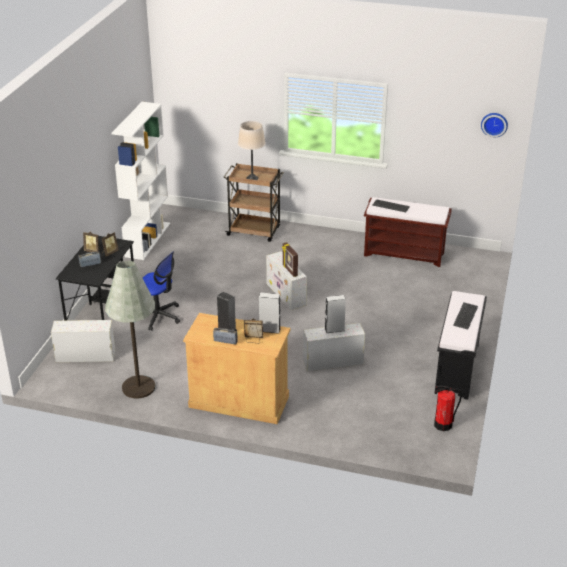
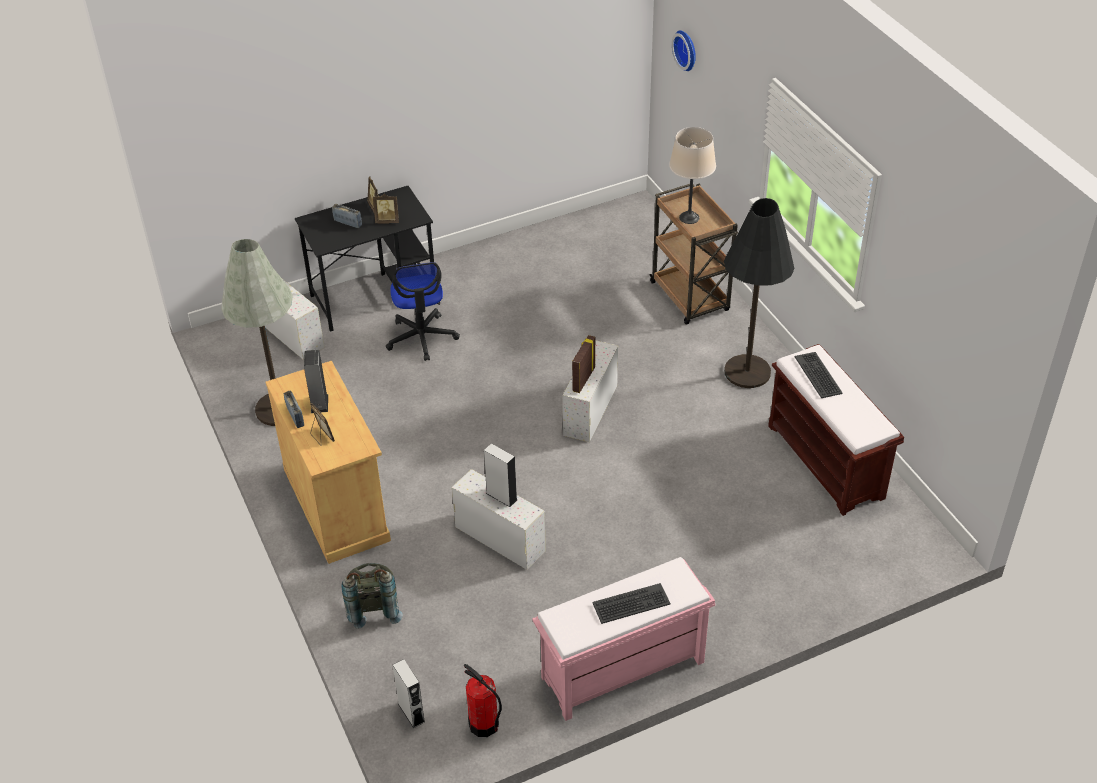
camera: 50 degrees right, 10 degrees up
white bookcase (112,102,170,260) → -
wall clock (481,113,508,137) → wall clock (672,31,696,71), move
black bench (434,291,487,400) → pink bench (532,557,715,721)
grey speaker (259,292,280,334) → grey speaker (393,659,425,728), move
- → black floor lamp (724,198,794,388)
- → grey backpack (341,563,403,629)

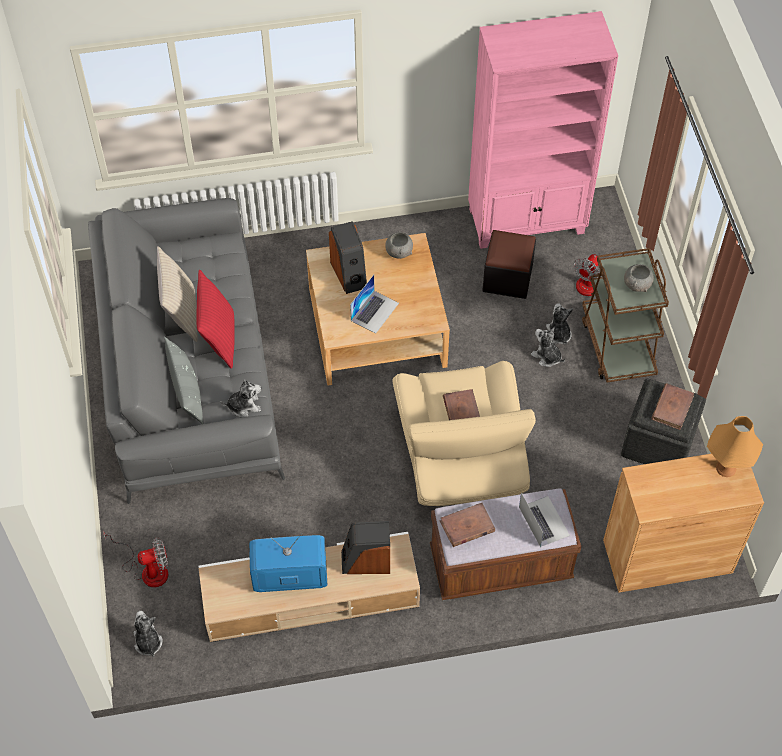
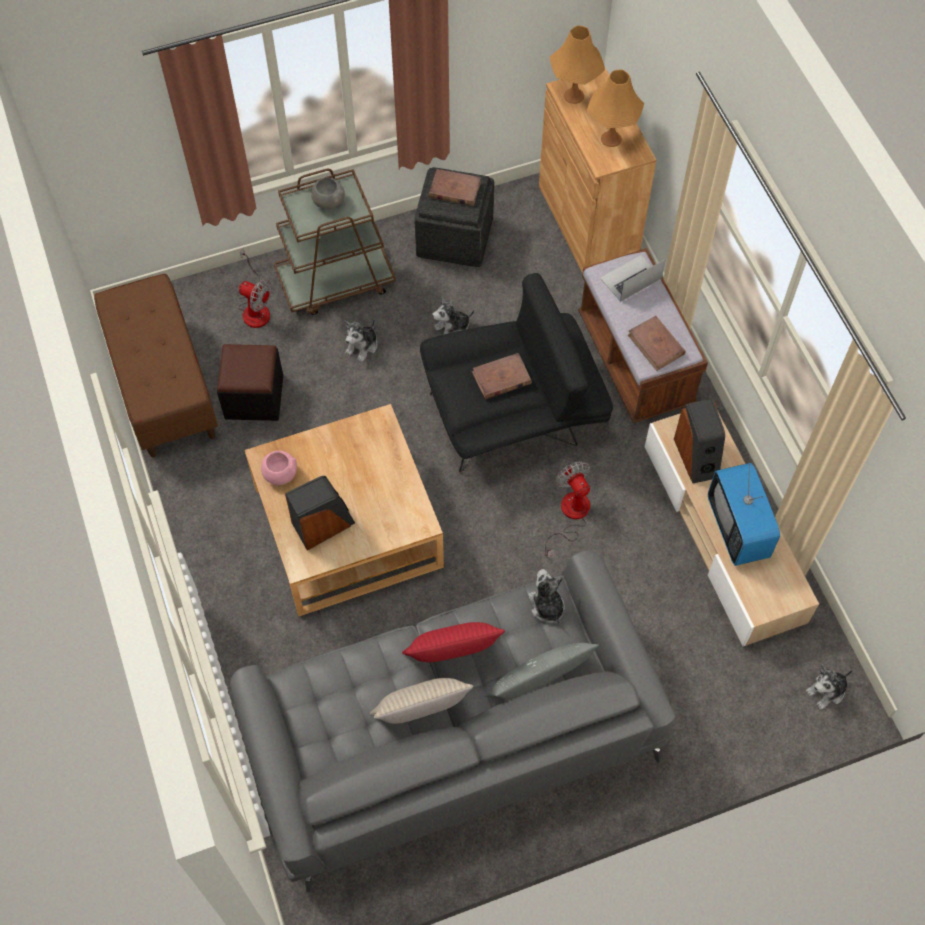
camera: 100 degrees left, 5 degrees up
pink bookcase (468,11,618,249) → brown bench (94,274,218,457)
grey bowl (385,232,413,259) → pink bowl (261,450,297,485)
laptop (350,275,399,334) → -
plush toy (546,303,573,344) → plush toy (432,296,474,334), move
beige armchair (392,361,536,506) → black armchair (420,273,613,472)
fan (103,531,169,587) → fan (545,461,590,557), move
- → orange table lamp (587,70,644,147)

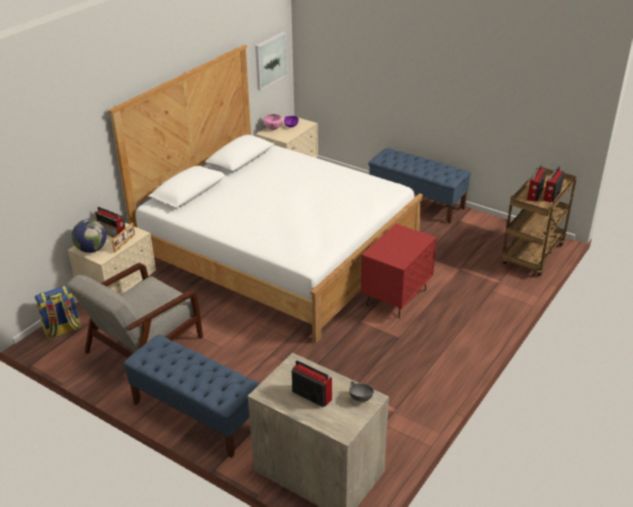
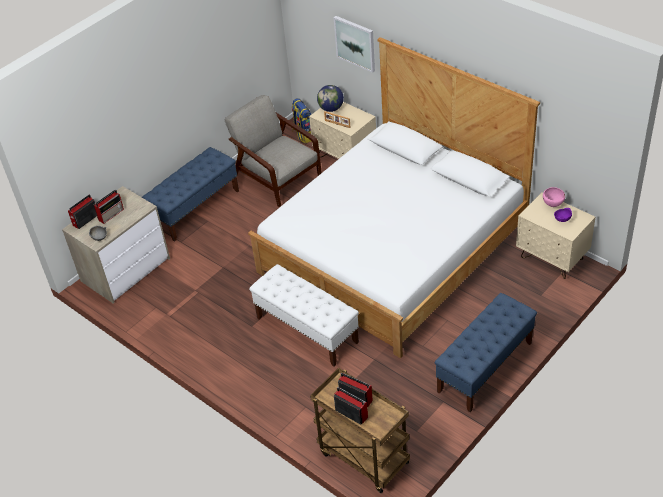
camera: 100 degrees right, 10 degrees up
picture (255,32,287,91) → picture (333,16,375,73), move
radio (95,207,125,238) → radio (68,194,97,229), move
red nightstand (361,224,437,319) → white bench (249,264,359,366)

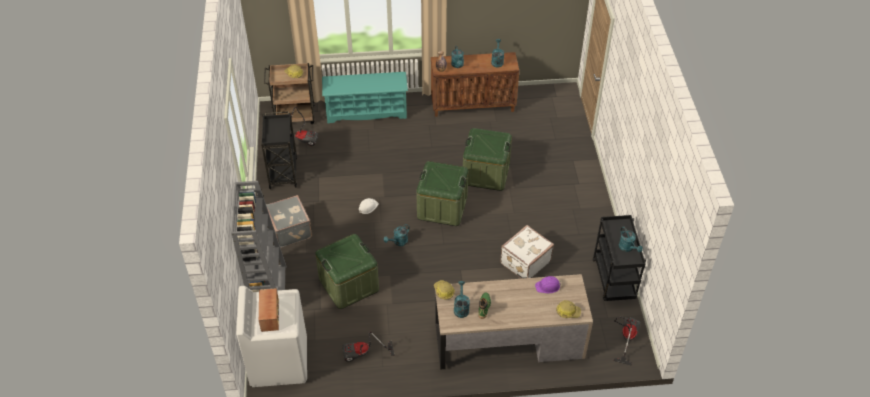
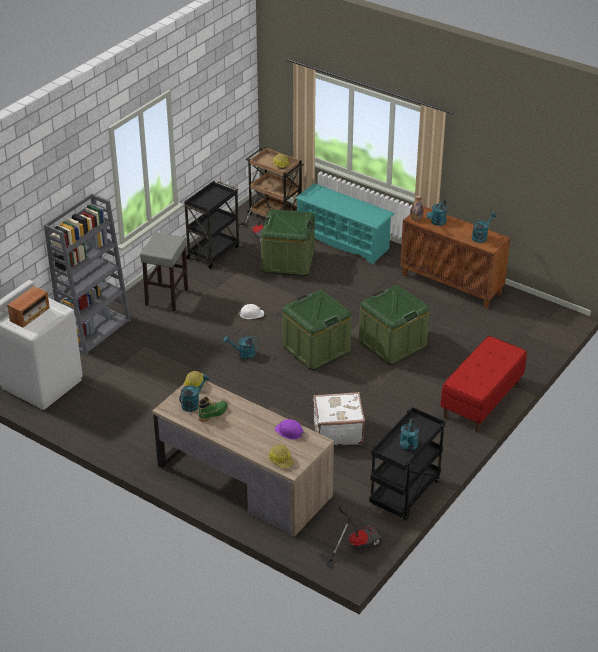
camera: 40 degrees right, 10 degrees down
grey suitcase (266,195,312,248) → grey stool (140,232,188,311)
green storage box (315,234,379,309) → green storage box (261,209,315,276), move
vacuum cleaner (342,331,395,362) → -
- → red bench (441,336,527,432)

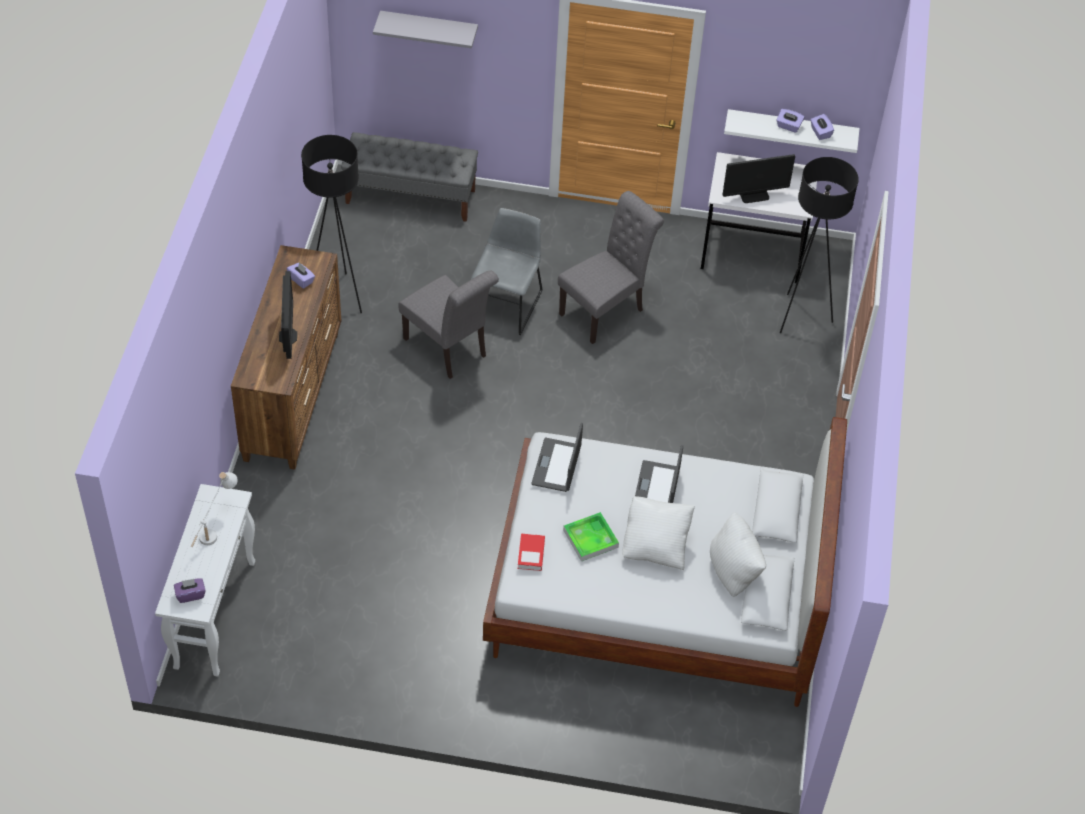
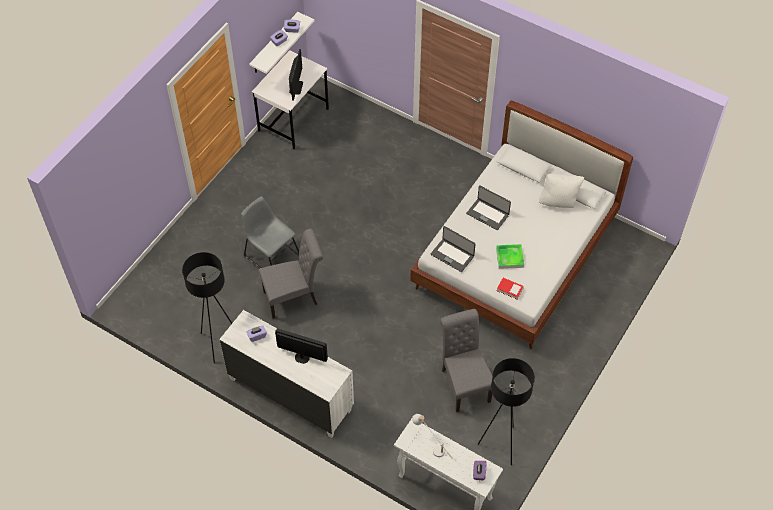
camera: 65 degrees left, 5 degrees up
grey shelf (373,11,478,49) → -
grey bench (341,132,478,222) → -
black floor lamp (780,157,859,333) → black floor lamp (478,358,535,465), move
grey chair (558,191,664,344) → grey chair (440,309,496,412), move
brown dresser (231,245,342,470) → white dresser (219,310,354,438)
white pillow (622,496,695,570) → -

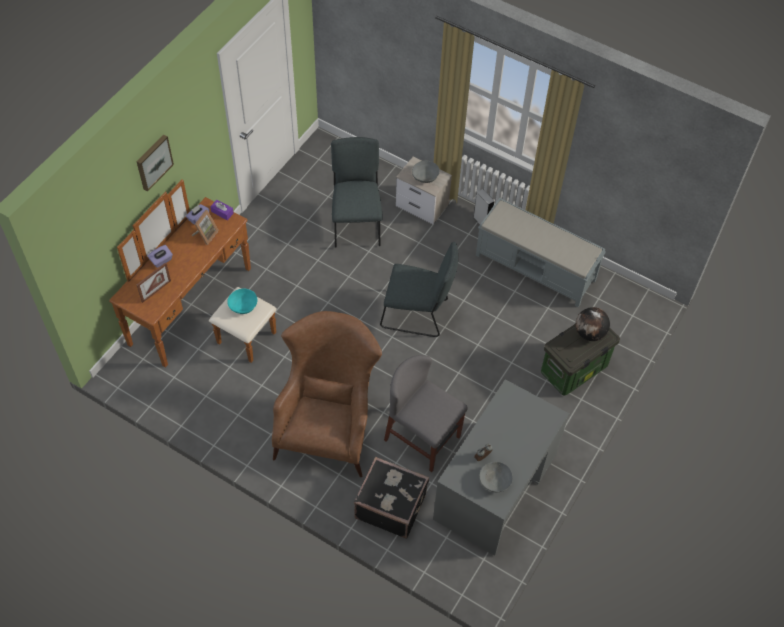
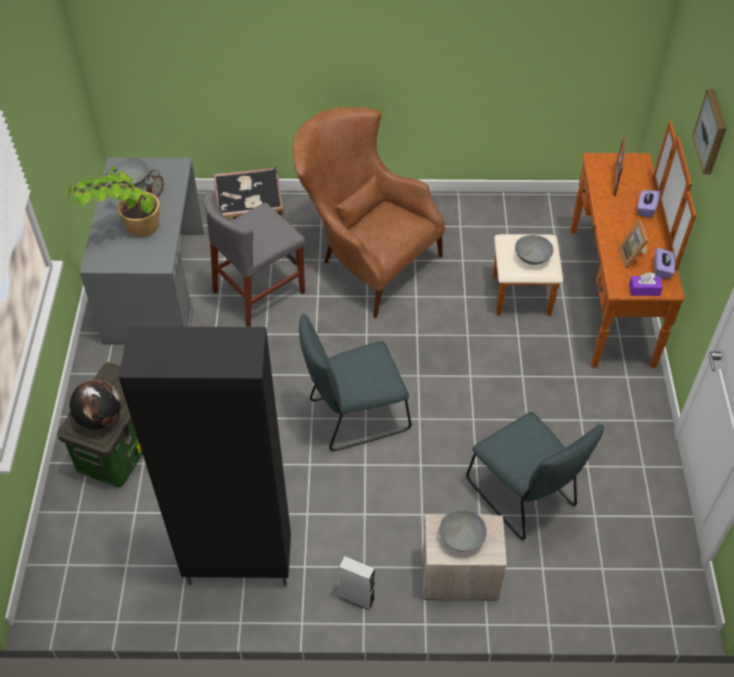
camera: 150 degrees right, 5 degrees down
grey bench (476,198,606,307) → black cabinet (119,326,291,586)
turquoise bowl (227,288,257,314) → grey bowl (515,235,554,265)
brown armchair (272,311,382,477) → brown armchair (293,107,445,318), 150 degrees clockwise
grey chair (384,355,467,472) → grey chair (203,191,306,327), 135 degrees clockwise
- → potted plant (68,166,160,237)

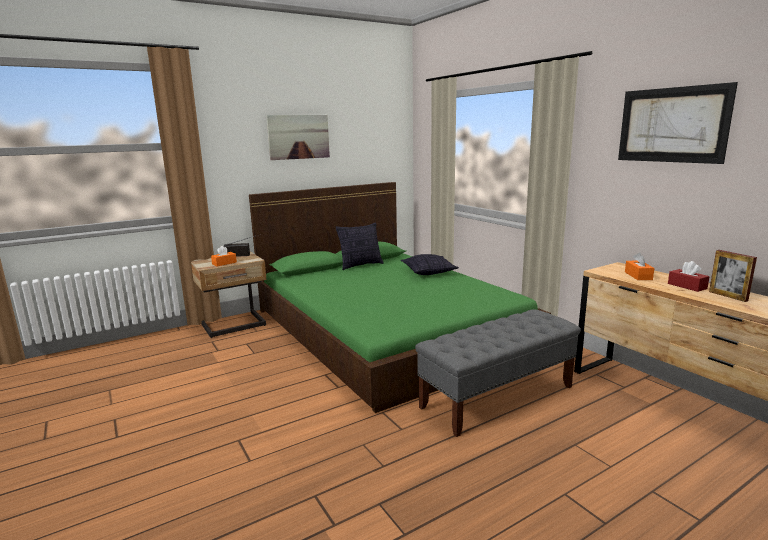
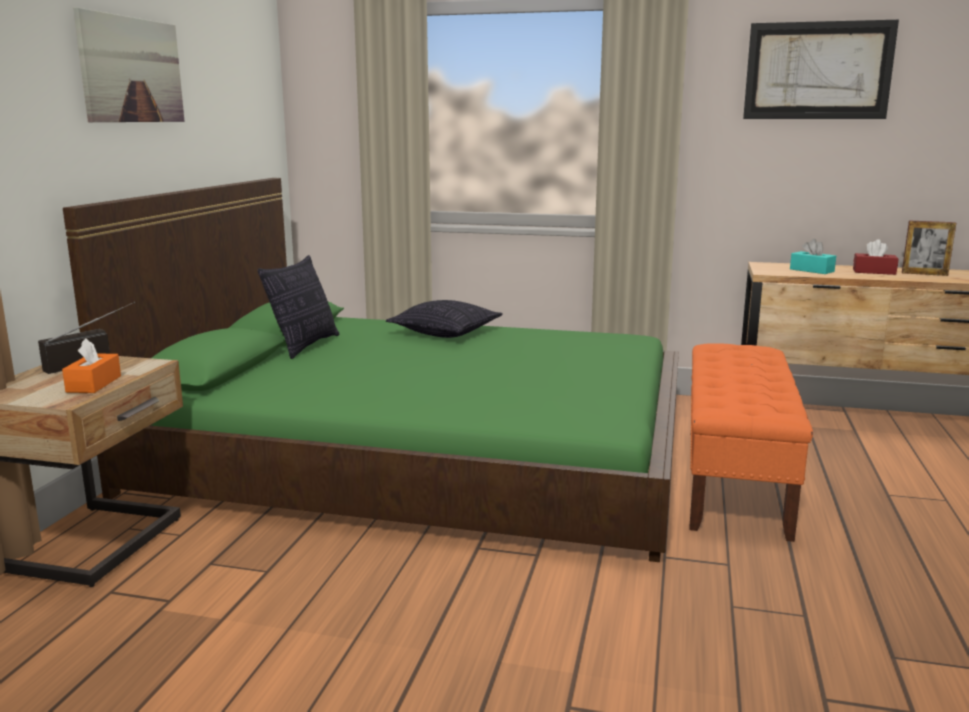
camera: 45 degrees left, 0 degrees up
orange tissue box (625,253,654,280) → turquoise tissue box (790,239,836,274)
grey bench (415,310,581,437) → orange bench (689,343,813,542)

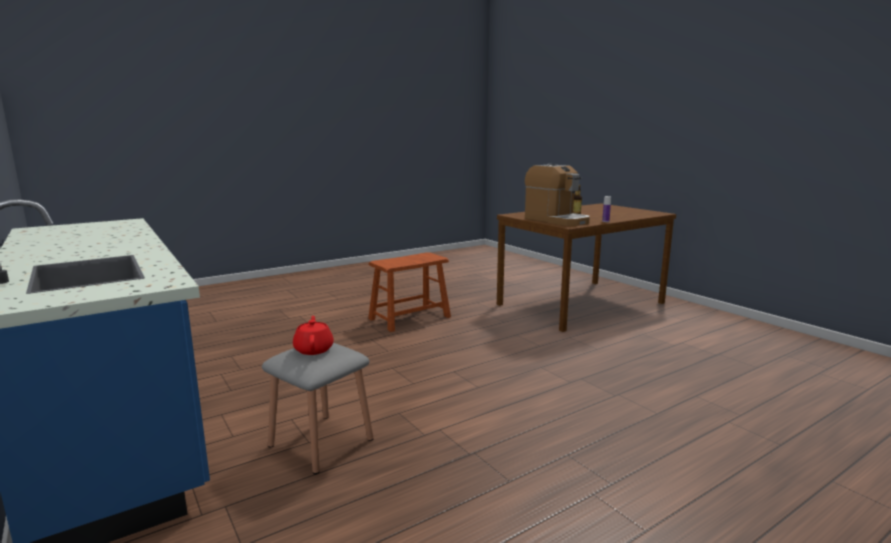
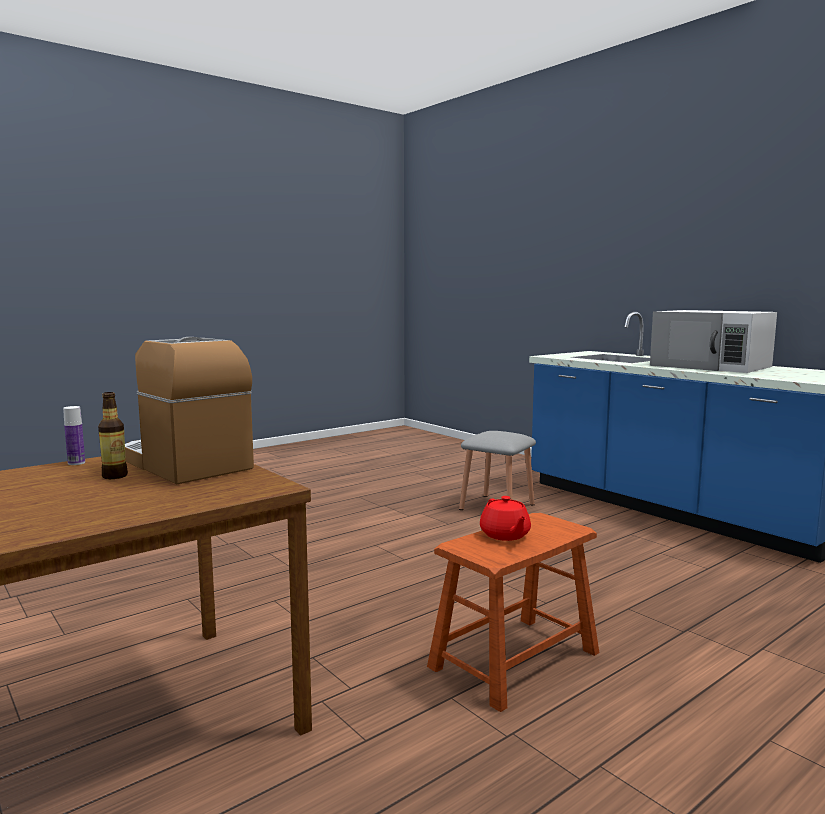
camera: 175 degrees right, 5 degrees down
red teapot (293,316,334,355) → red teapot (480,496,531,541), move
- → white microwave (650,310,777,373)

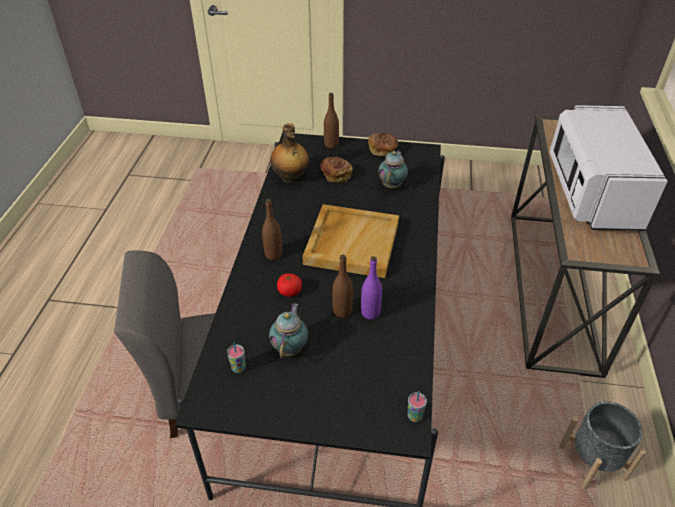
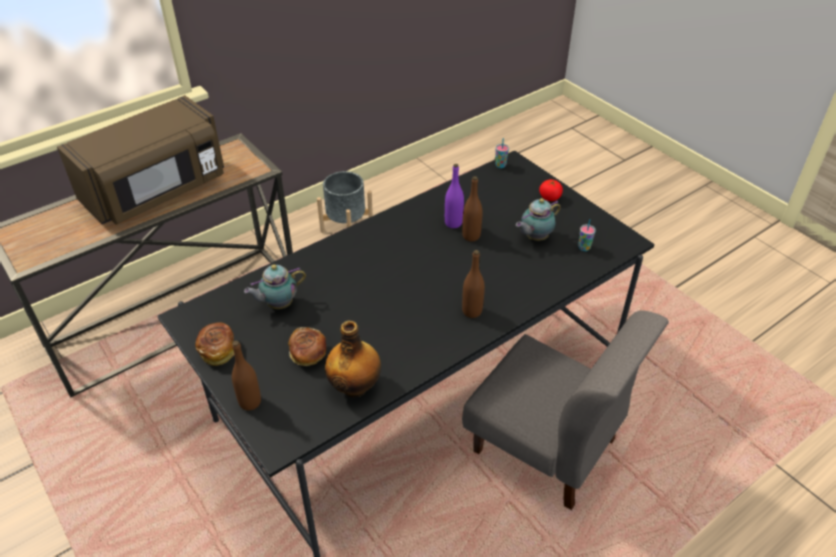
camera: 135 degrees left, 0 degrees up
white microwave (550,105,668,231) → brown microwave (57,95,224,225)
beige tray (302,204,399,278) → -
tomato (277,273,302,297) → tomato (539,179,563,201), move

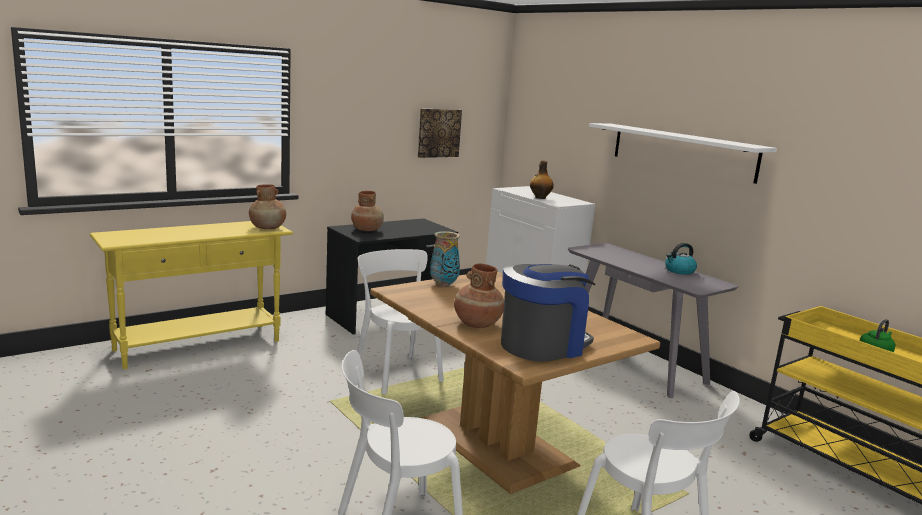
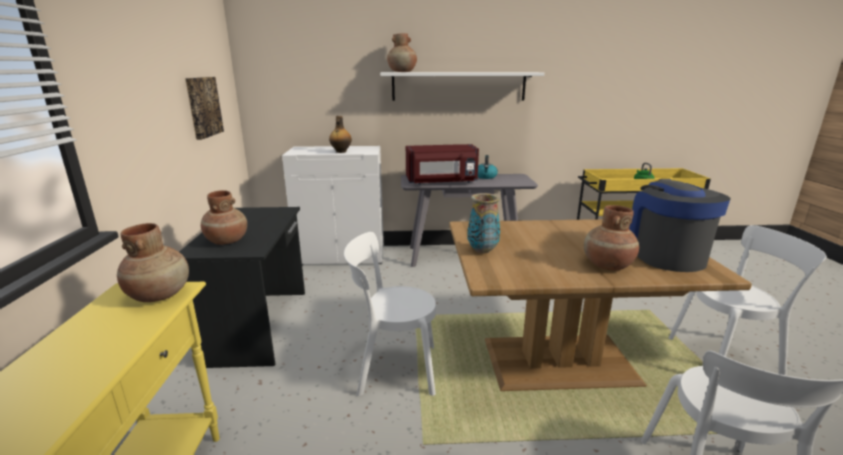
camera: 55 degrees left, 5 degrees up
- → brown vase (387,33,417,72)
- → red microwave (406,144,479,185)

